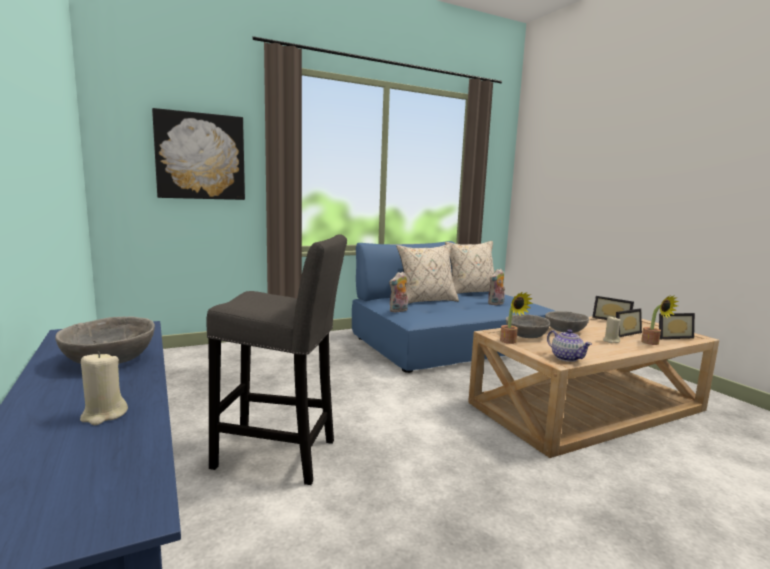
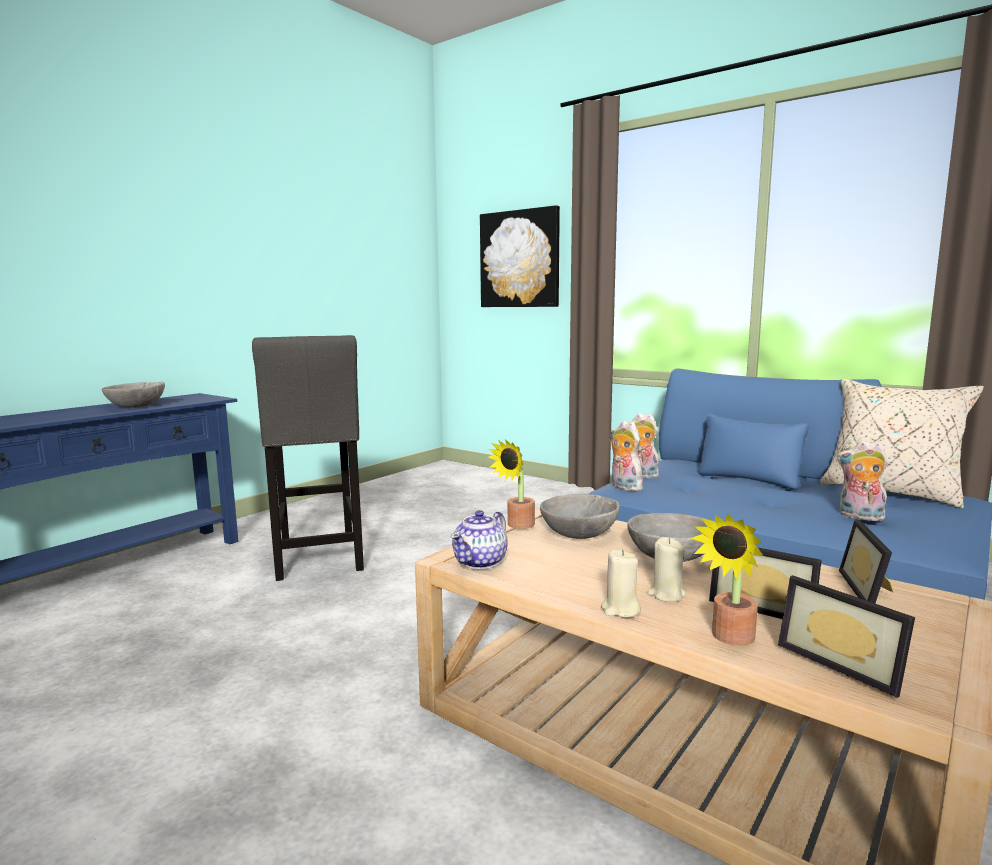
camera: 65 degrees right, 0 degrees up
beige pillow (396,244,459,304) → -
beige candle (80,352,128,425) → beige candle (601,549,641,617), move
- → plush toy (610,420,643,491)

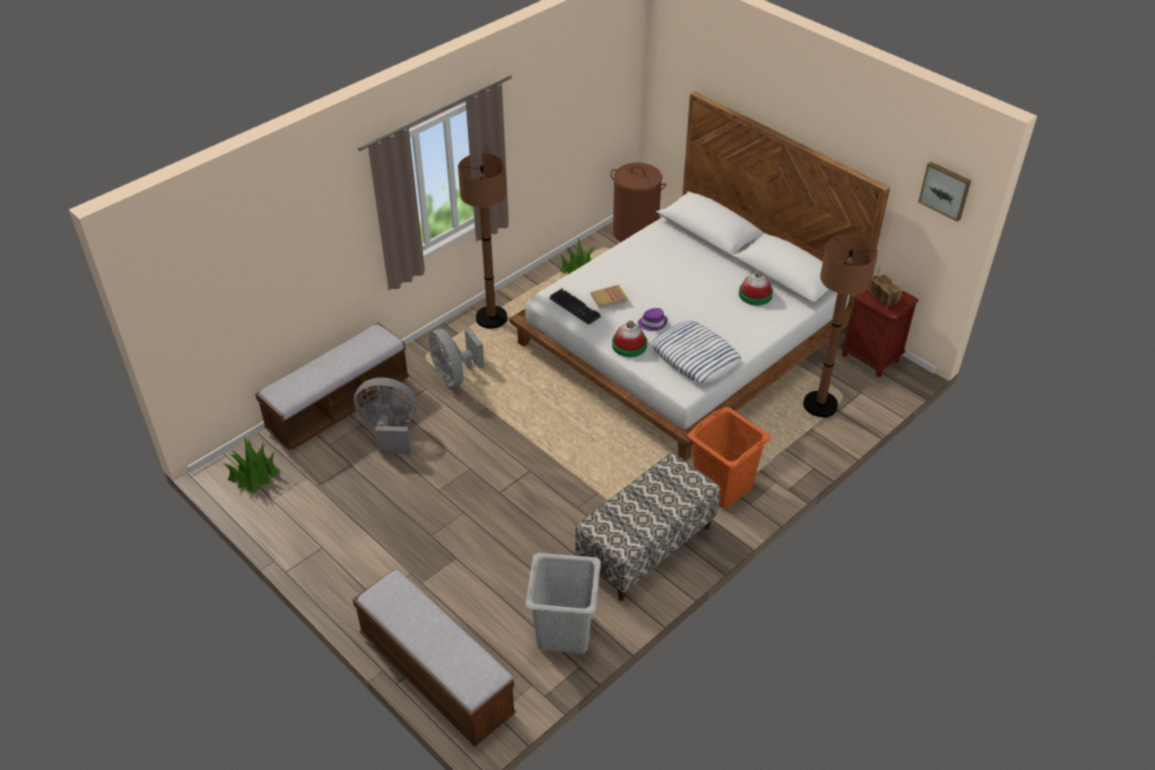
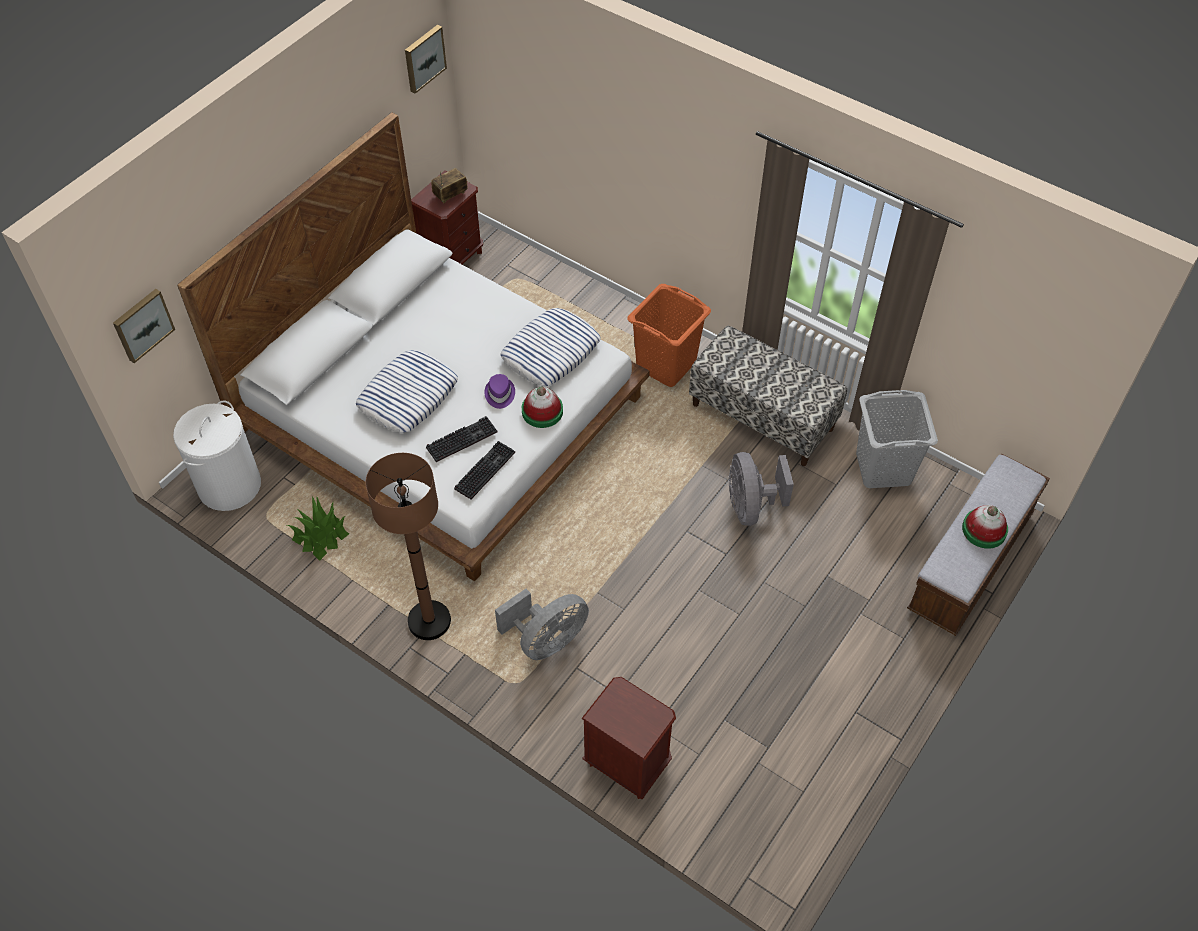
camera: 100 degrees left, 10 degrees up
brown laundry basket (610,162,666,242) → white laundry basket (173,400,261,511)
brown floor lamp (803,235,878,418) → -
hat (739,270,773,306) → hat (962,505,1008,549), move
book (591,285,628,308) → keyboard (426,416,498,462)
bench (255,322,409,450) → brown nightstand (582,677,676,799)
grey fan (354,378,417,454) → grey fan (729,452,794,526), move
potted plant (223,436,280,493) → -
- → picture (113,289,175,363)
- → pillow (356,350,458,433)

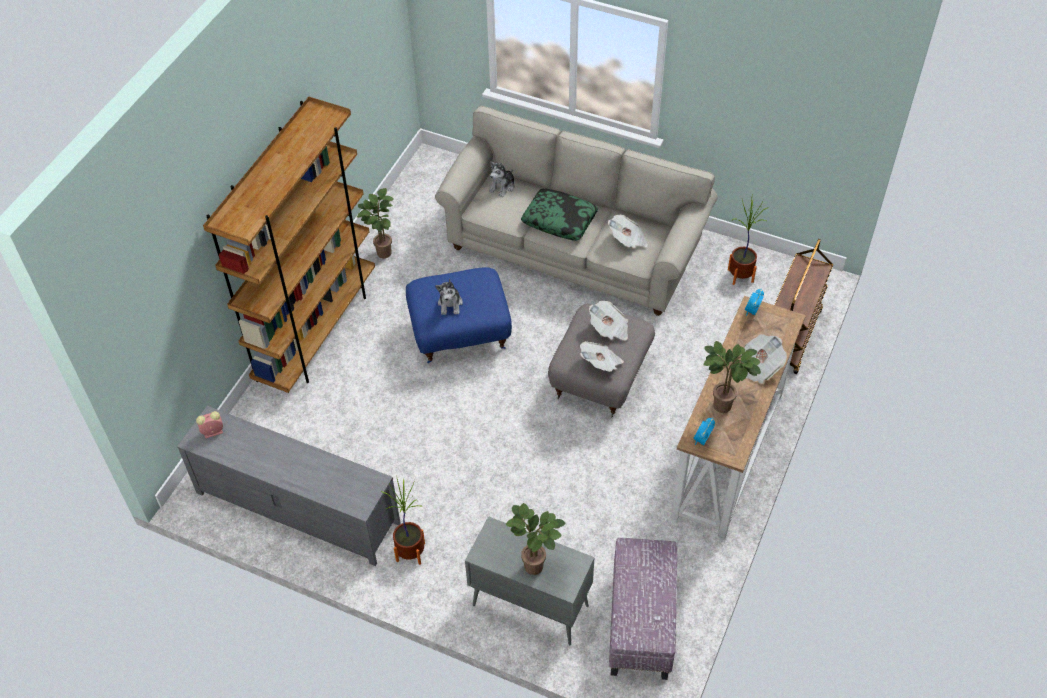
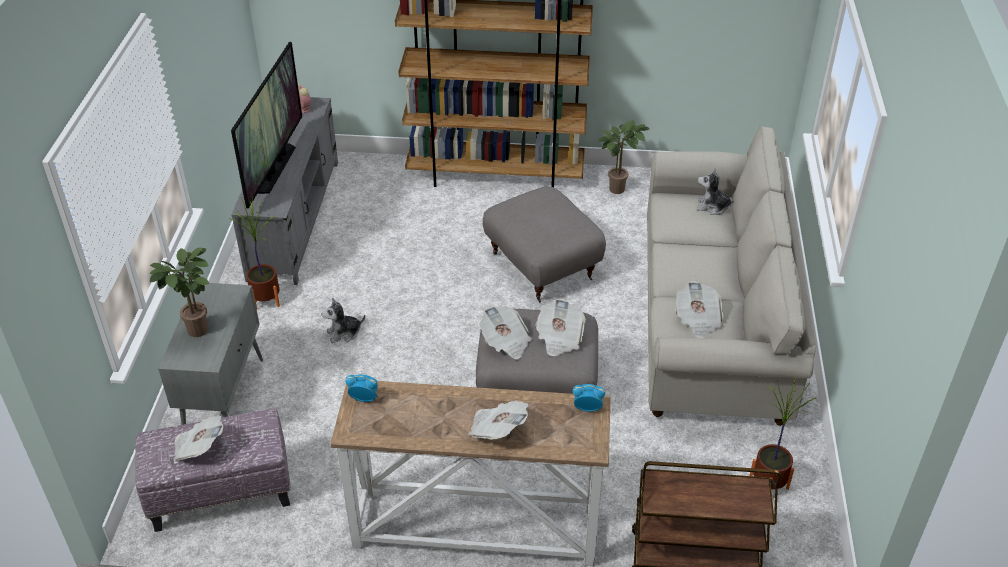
camera: 70 degrees right, 10 degrees down
pillow (521,188,598,241) → -
blue ottoman (406,267,512,363) → grey ottoman (483,186,606,302)
plush toy (435,279,463,315) → plush toy (321,297,365,343), move
potted plant (704,341,761,413) → -
- → television (231,42,302,208)
- → newspaper (173,416,223,460)

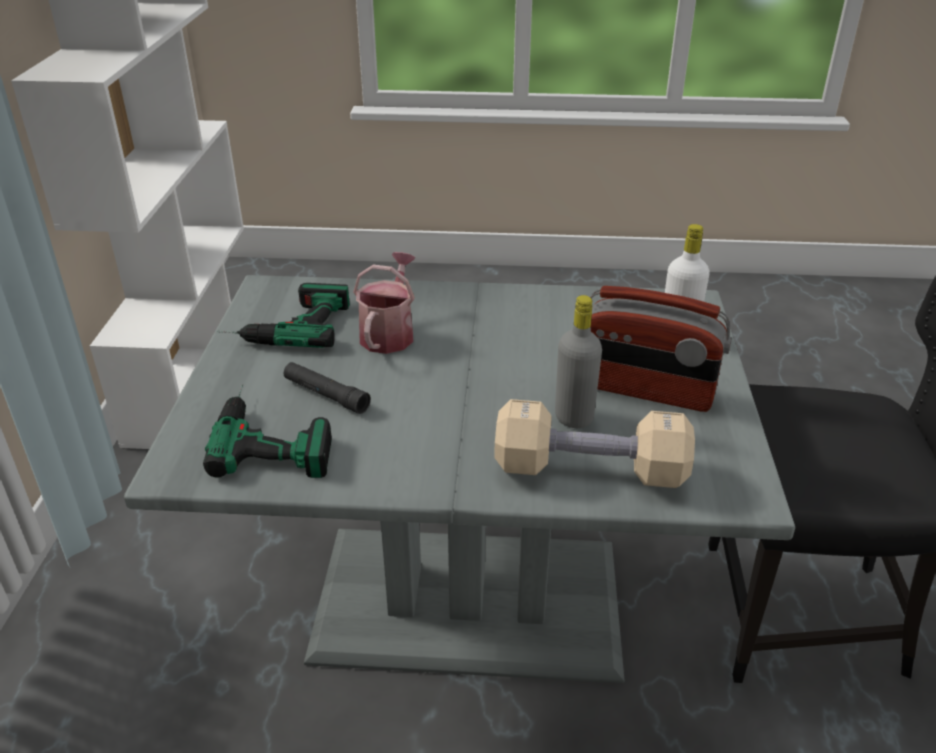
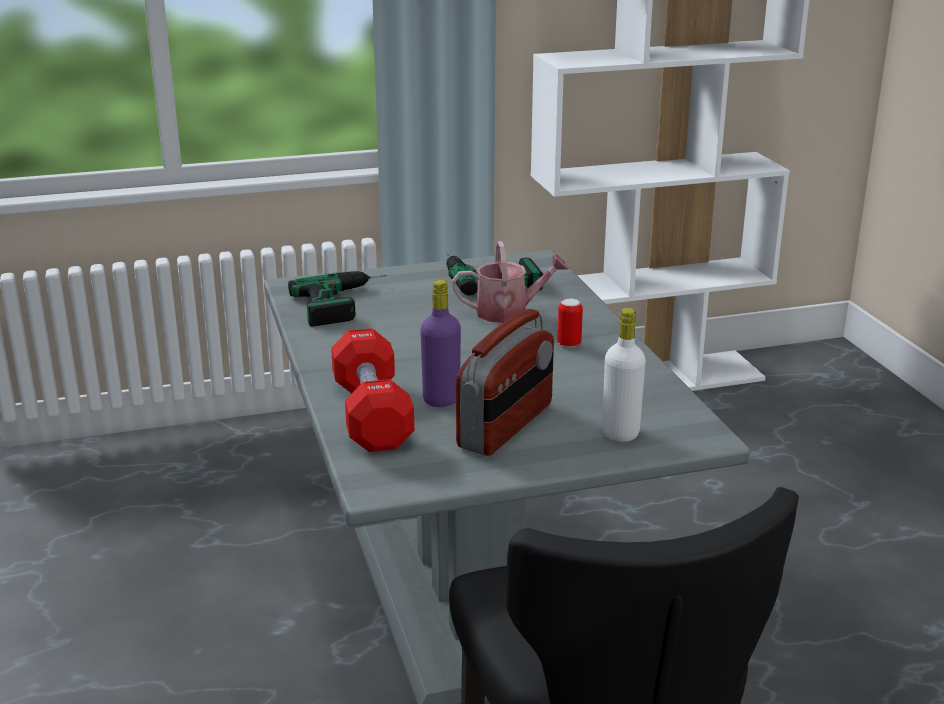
camera: 70 degrees right, 10 degrees down
radio (590,286,732,412) → radio (456,309,554,456), 150 degrees counterclockwise
grey bottle (555,295,602,428) → purple bottle (420,280,461,407)
black flashlight (284,362,371,414) → -
beige dumbbell (494,399,695,488) → red dumbbell (331,328,414,452)
- → can (557,299,583,348)

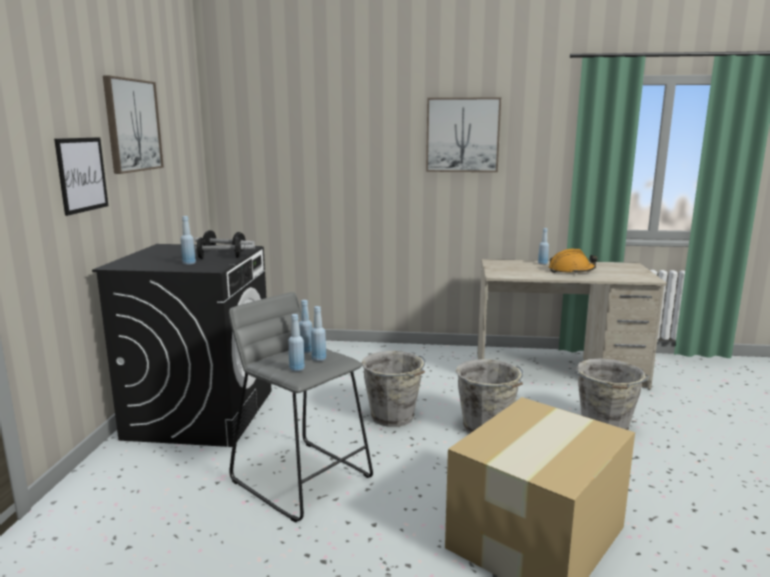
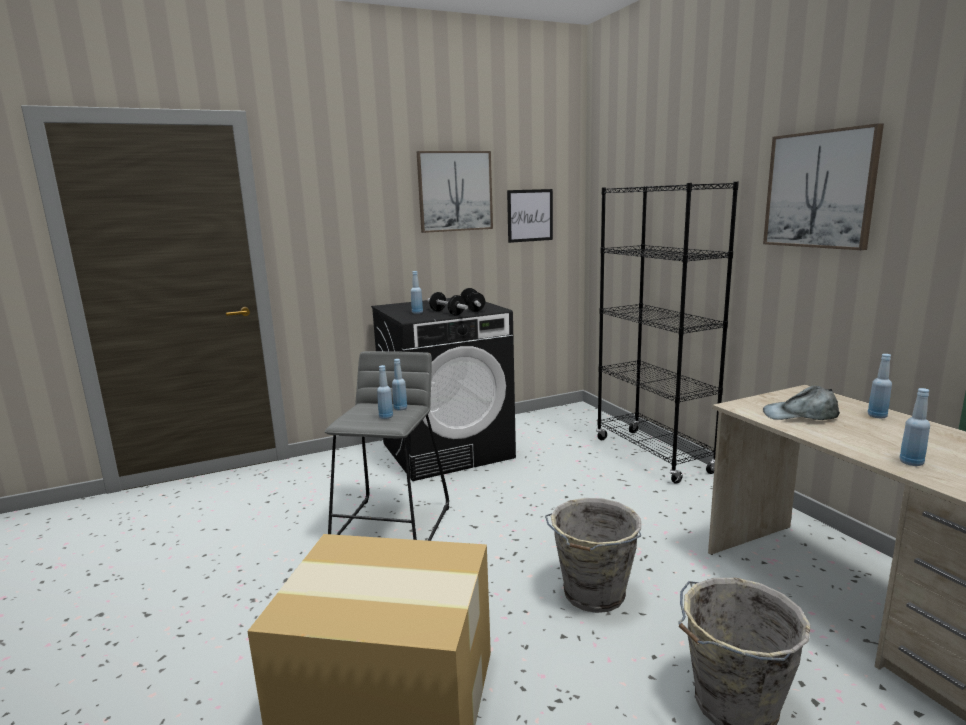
camera: 60 degrees right, 0 degrees up
picture (54,137,108,216) → picture (507,189,553,243), move
orange hard hat (549,249,597,274) → -
blue bottle (288,314,305,372) → blue bottle (899,388,930,466), move
grey bucket (362,351,425,427) → -
- → black bookcase (596,182,739,484)
- → grey cap (763,386,840,420)

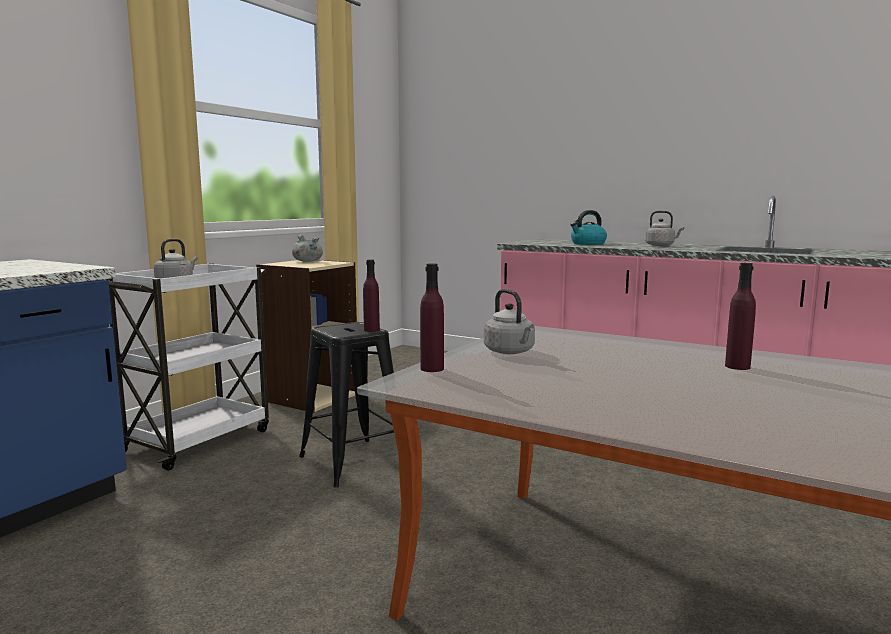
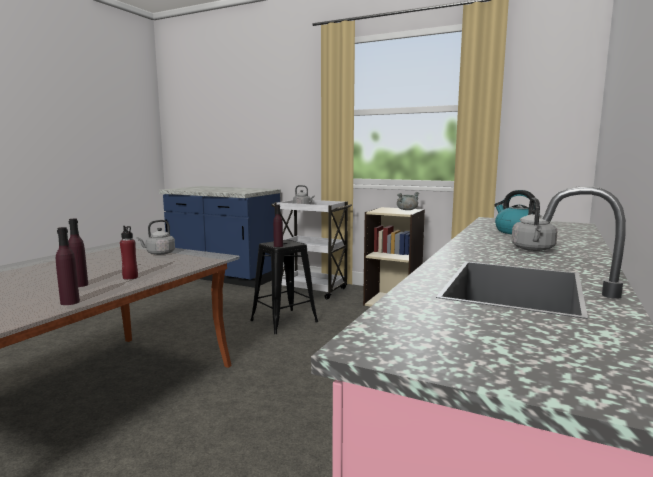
camera: 85 degrees right, 0 degrees up
purple bottle (420,263,444,372) → purple bottle (56,227,80,305), move
- → red bottle (120,226,138,280)

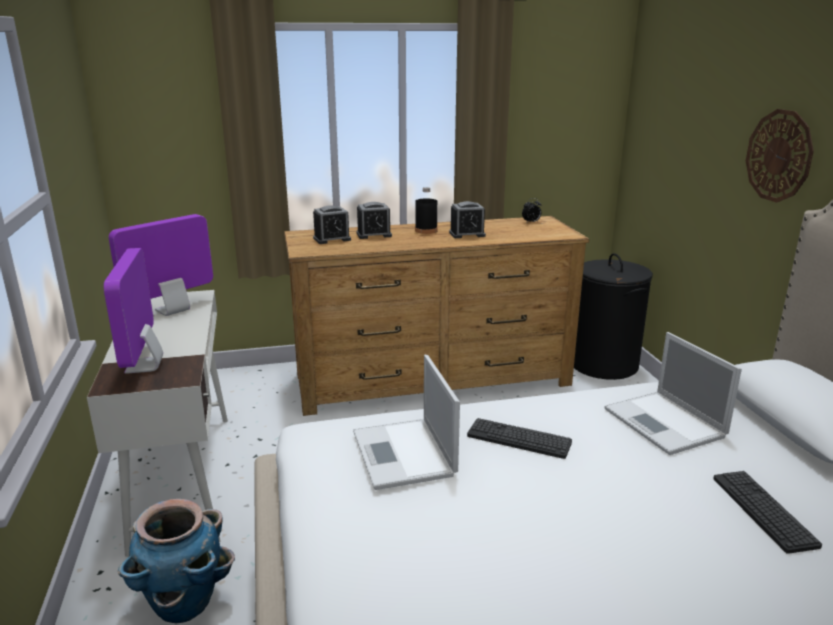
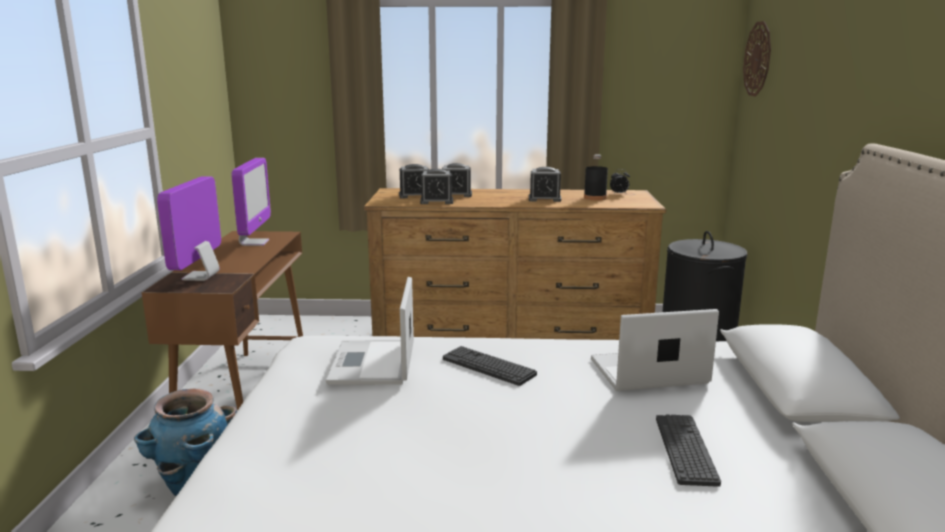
camera: 15 degrees right, 5 degrees down
wall clock (746,109,814,203) → wall clock (743,21,771,96), move
black bottle (415,187,437,234) → black bottle (584,154,608,200), move
monitor (109,214,213,316) → monitor (232,158,271,246), 120 degrees clockwise
white desk (87,290,228,557) → brown desk (141,231,303,410)
laptop (605,332,742,455) → laptop (591,309,719,391), 90 degrees clockwise
- → alarm clock (420,169,453,204)

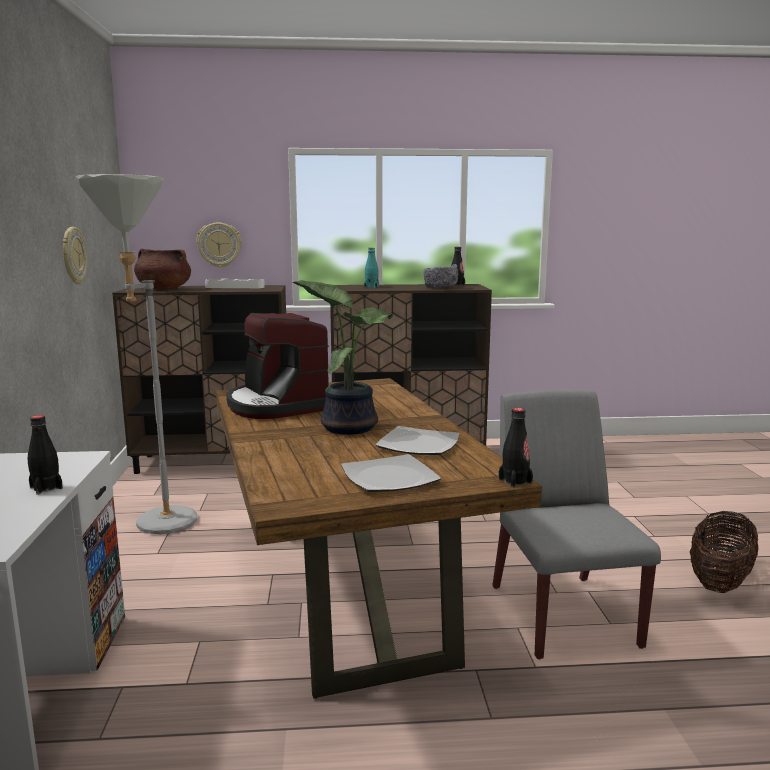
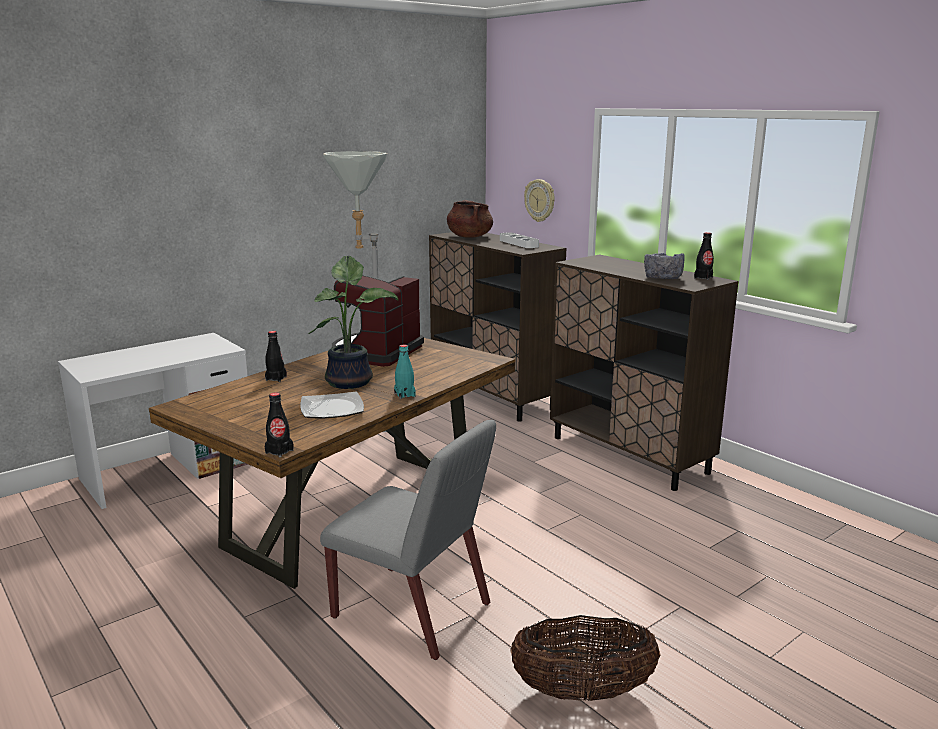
camera: 55 degrees right, 5 degrees up
wall clock (63,227,88,284) → -
turquoise bottle (364,248,379,288) → turquoise bottle (394,345,416,399), move
grey chair (492,390,661,660) → grey chair (320,420,496,660), 75 degrees clockwise
black bottle (28,415,63,495) → black bottle (265,331,287,382), move
plate (341,454,441,492) → -

